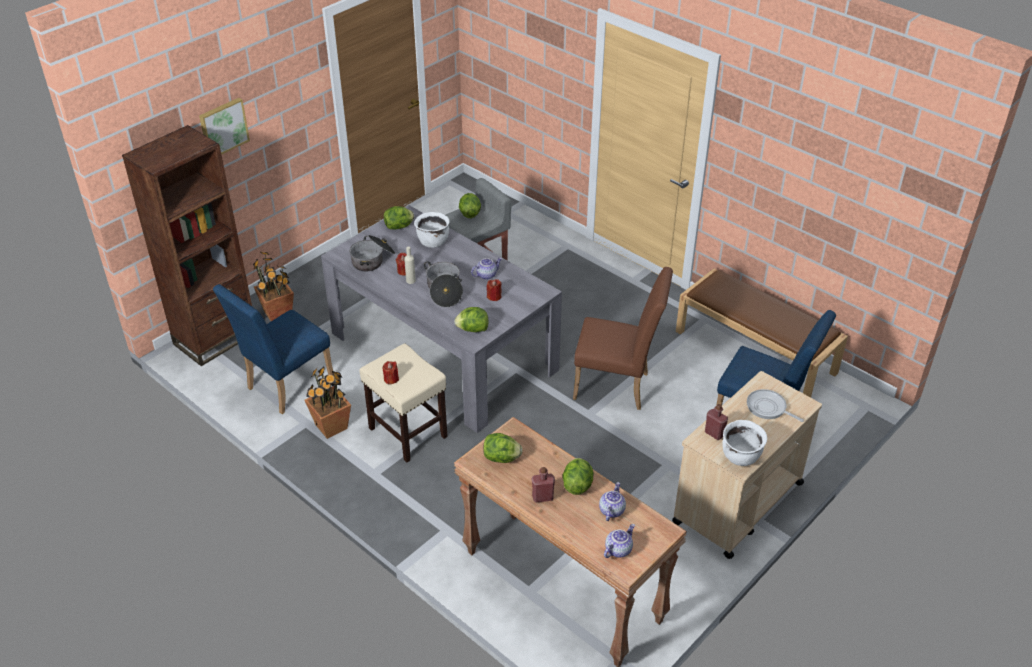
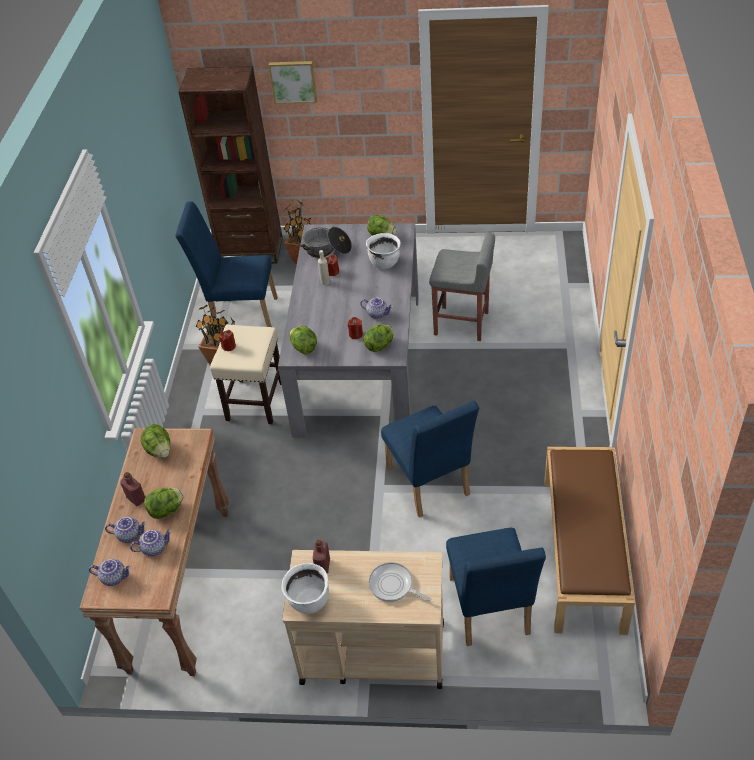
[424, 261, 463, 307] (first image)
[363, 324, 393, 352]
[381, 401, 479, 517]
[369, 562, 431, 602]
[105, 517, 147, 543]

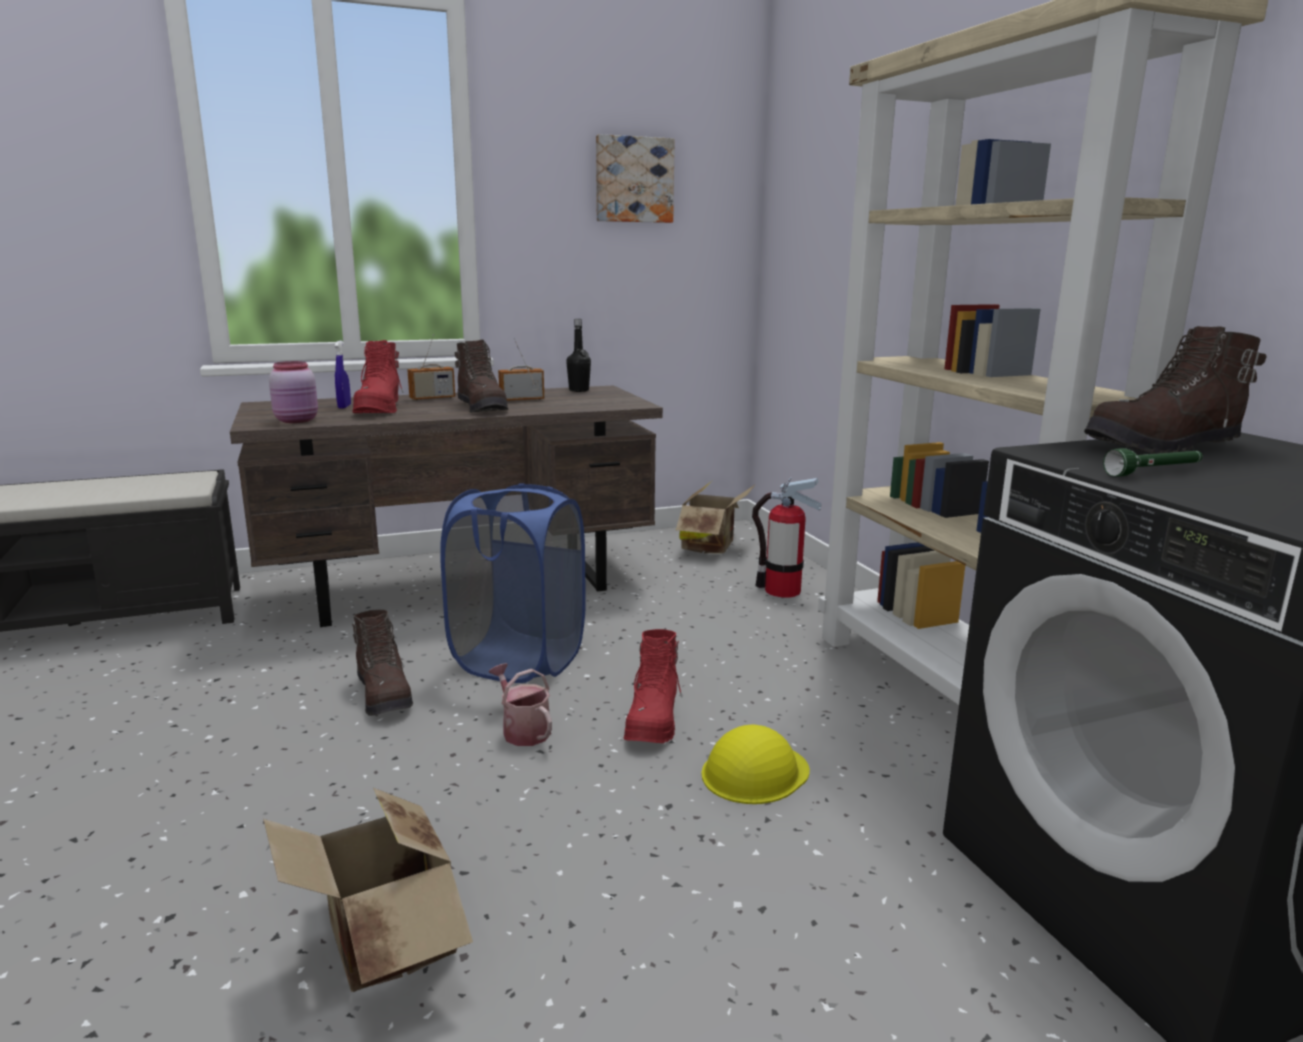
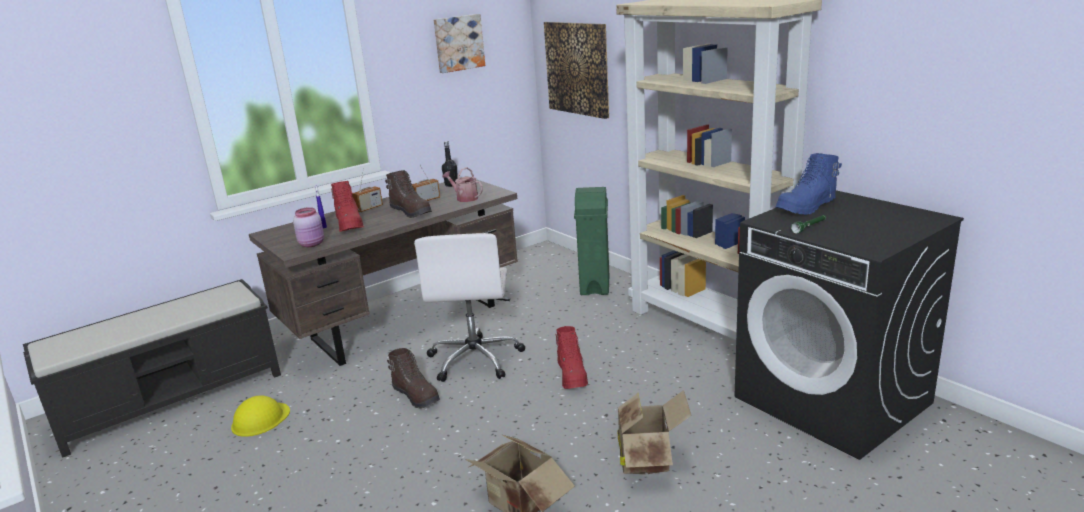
[414, 233, 525, 382]
[442, 167, 483, 202]
[618, 390, 691, 474]
[231, 395, 290, 437]
[574, 187, 609, 295]
[776, 153, 842, 215]
[544, 22, 609, 119]

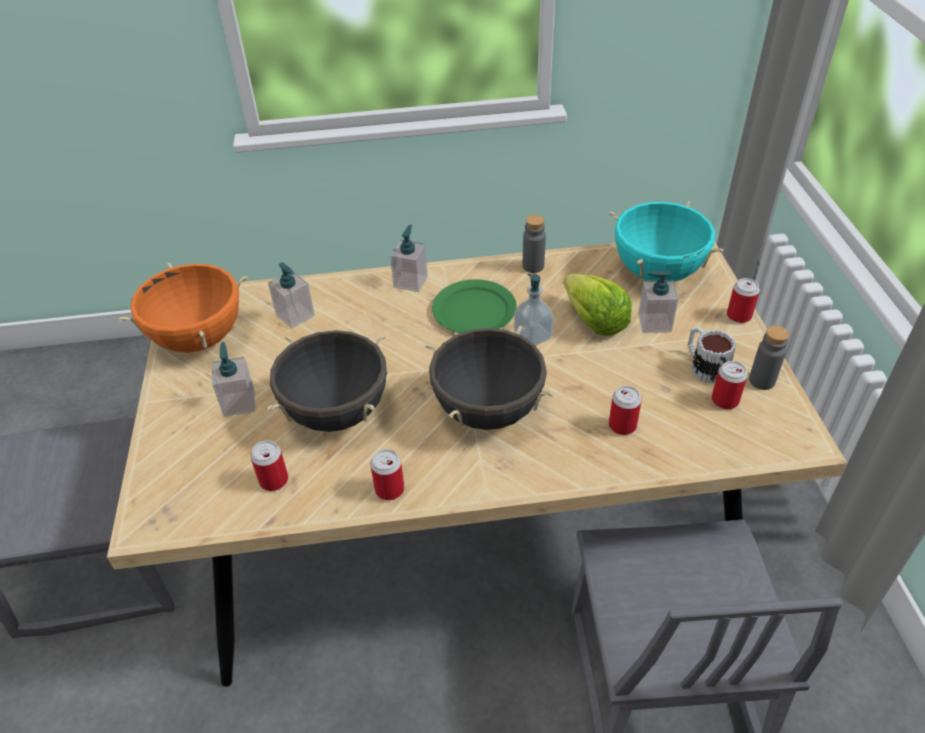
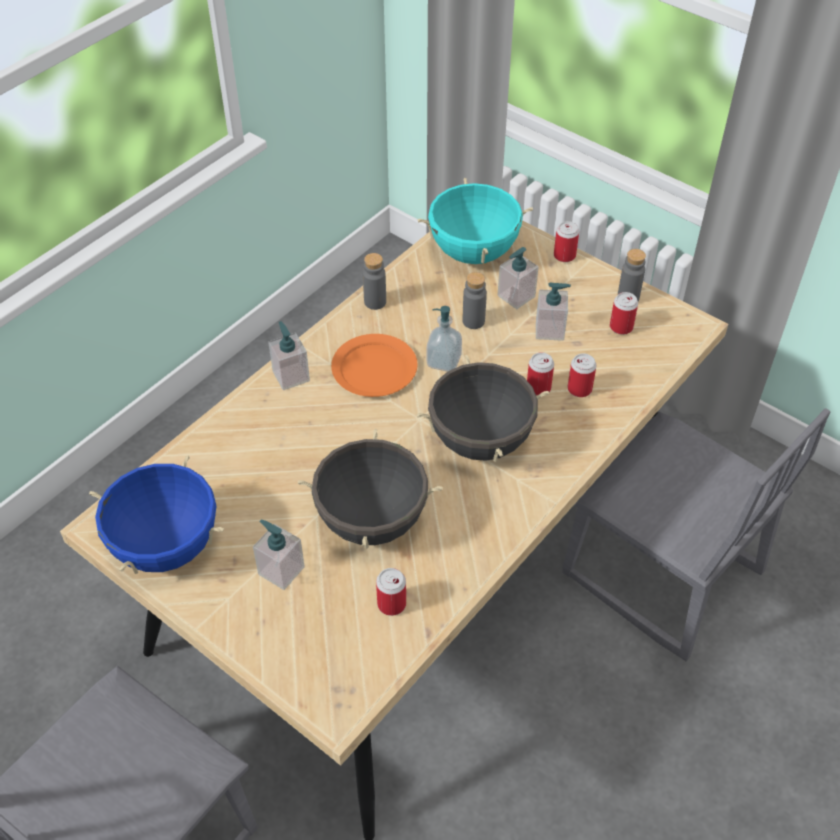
[89, 455, 224, 574]
[536, 282, 571, 341]
[527, 352, 554, 396]
[331, 334, 417, 397]
[462, 272, 487, 329]
[687, 327, 736, 384] (first image)

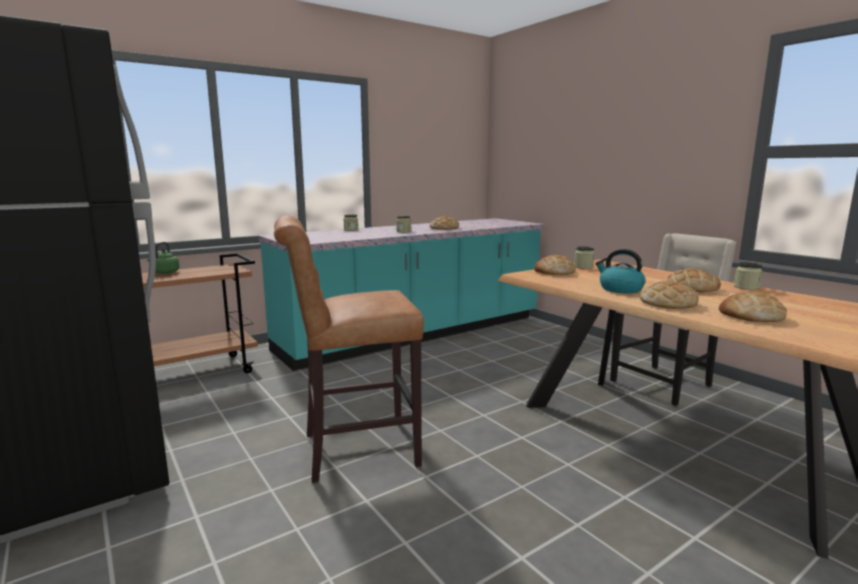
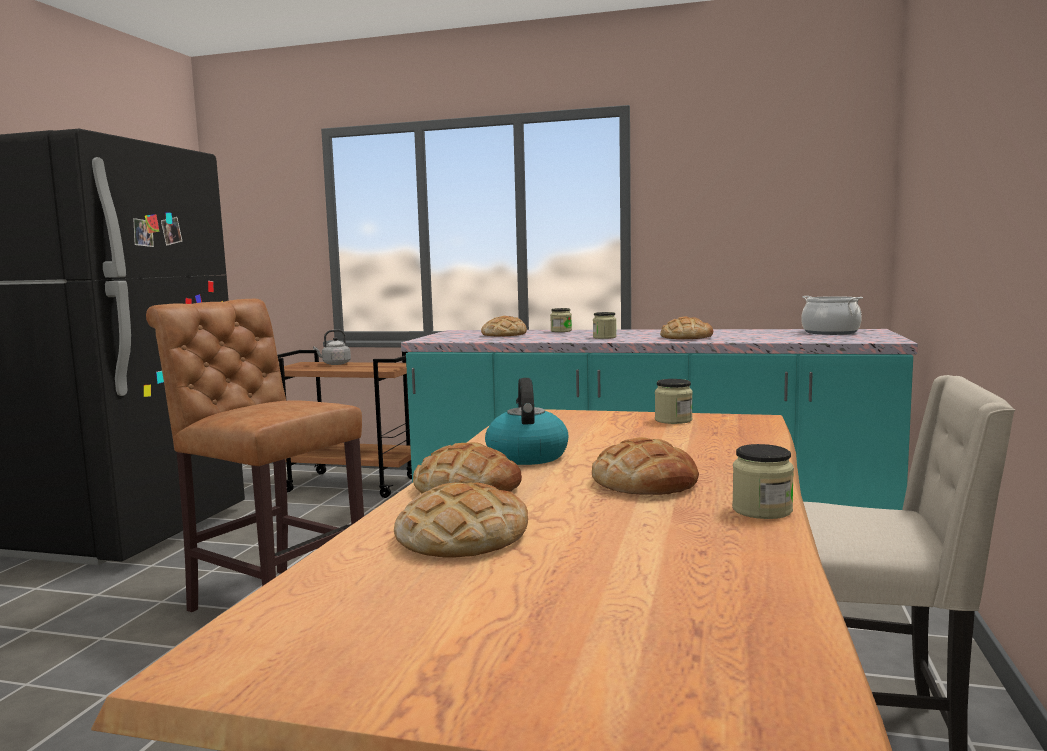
[313, 329, 351, 365]
[481, 316, 527, 337]
[801, 296, 863, 335]

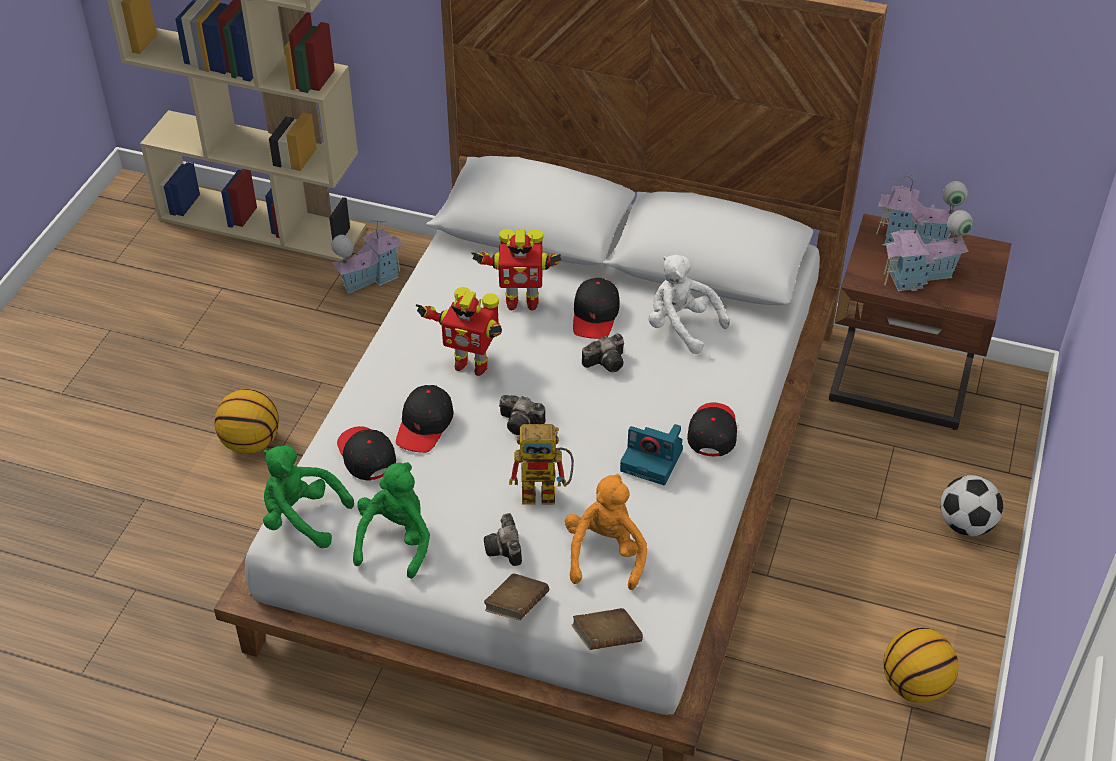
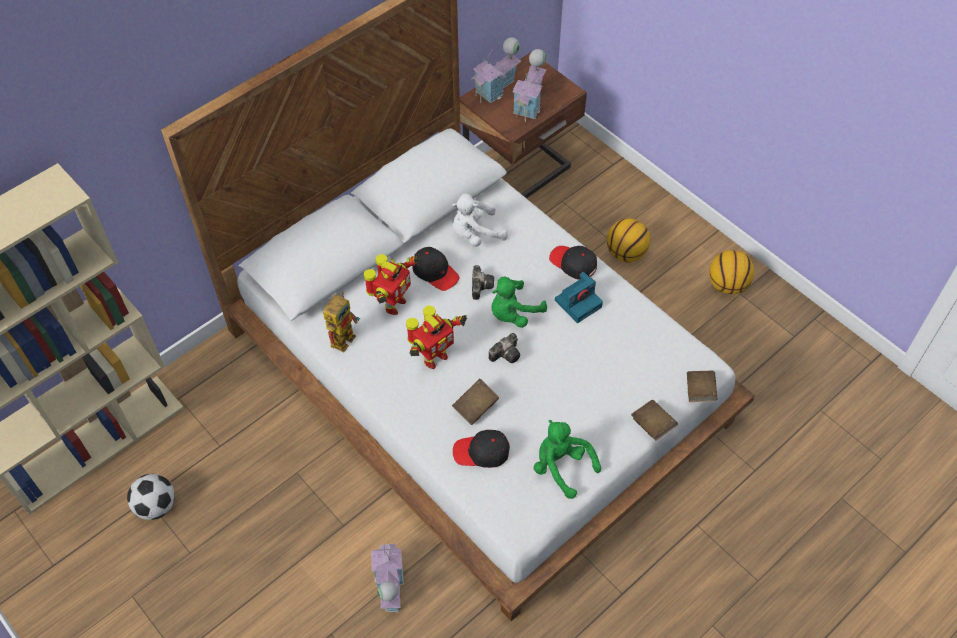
[607, 218, 650, 263]
[491, 276, 547, 328]
[371, 544, 404, 613]
[452, 378, 499, 425]
[484, 513, 522, 566] (first image)
[323, 292, 360, 352]
[565, 474, 647, 590] (first image)
[127, 474, 175, 520]

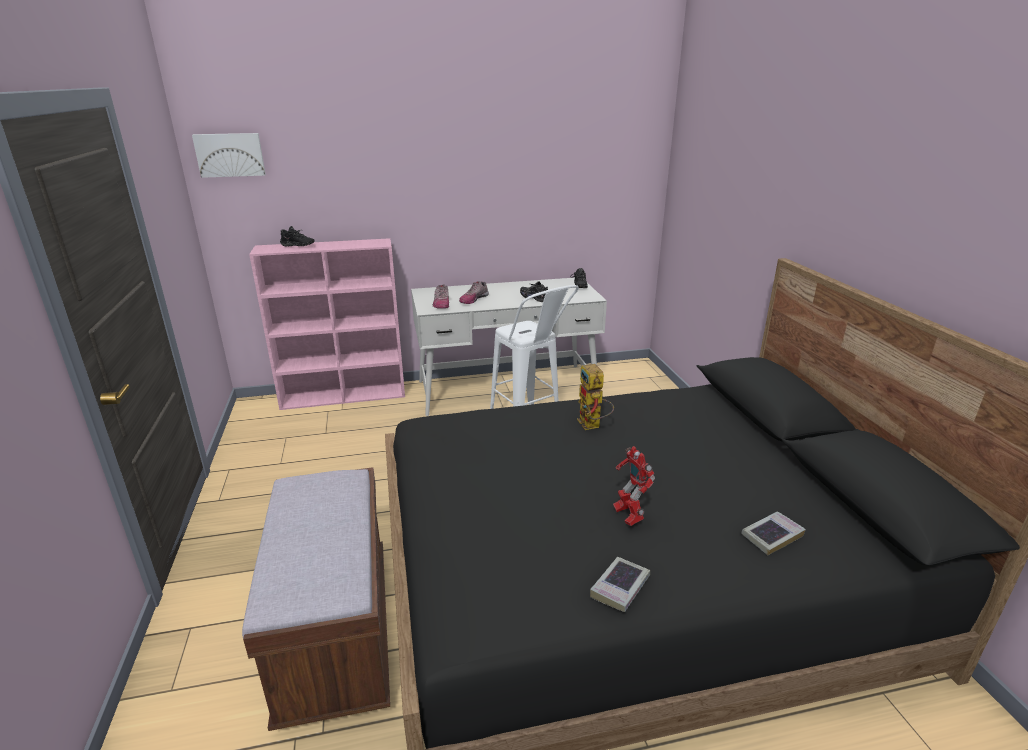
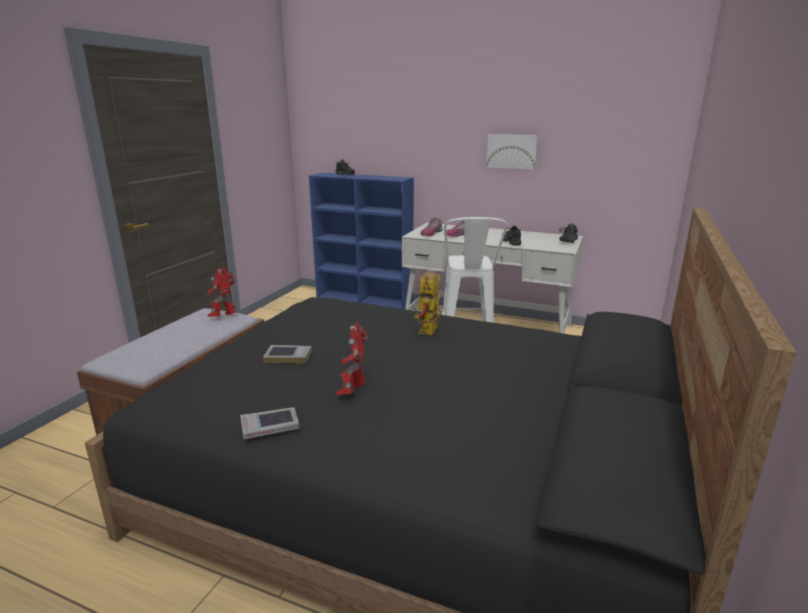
[486, 134, 538, 170]
[309, 173, 414, 309]
[263, 345, 312, 364]
[207, 268, 236, 317]

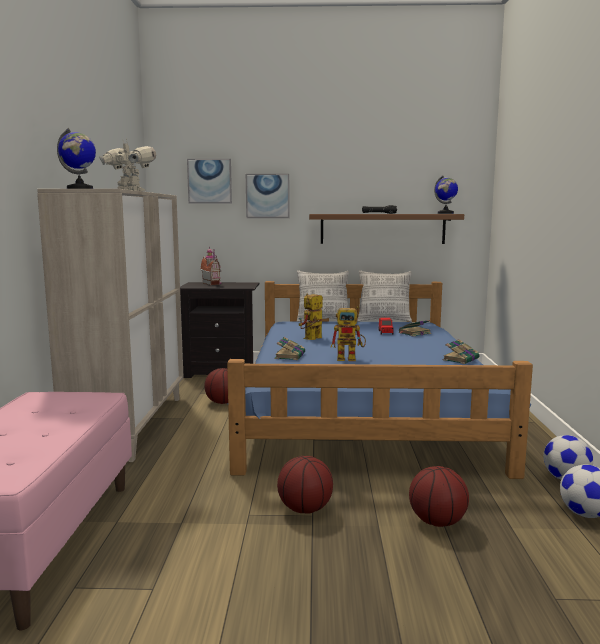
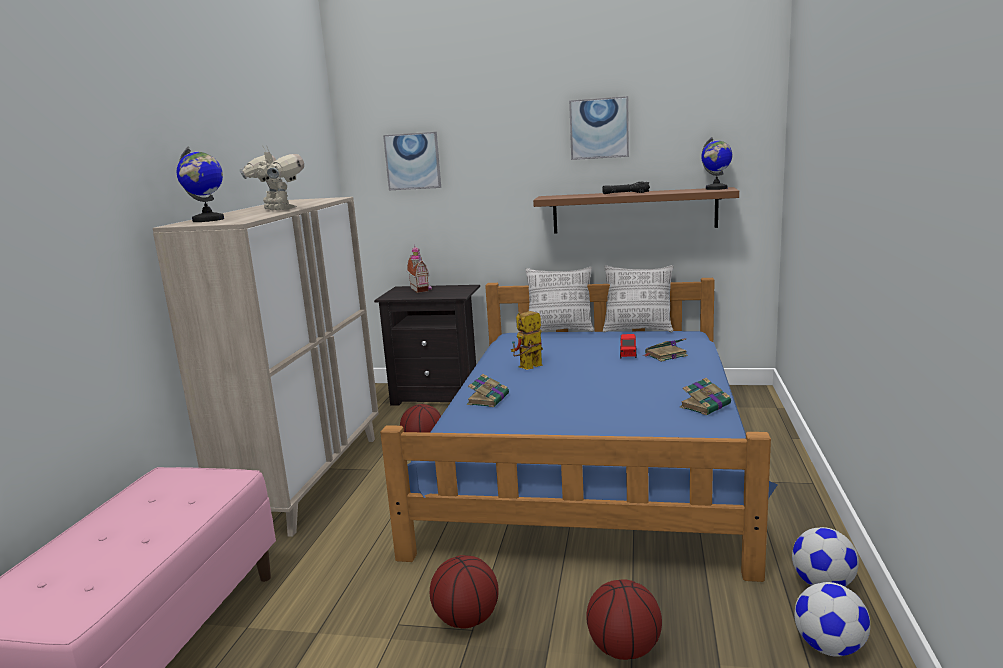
[569, 96, 629, 160]
[331, 306, 366, 361] (first image)

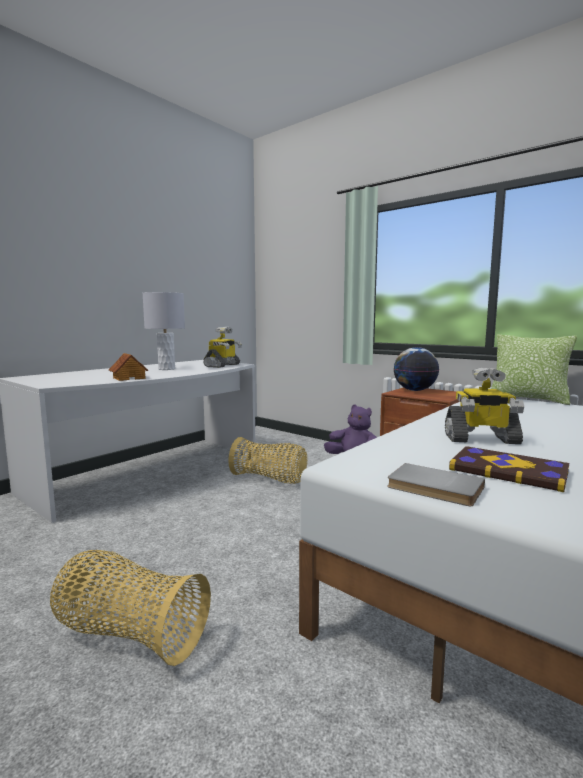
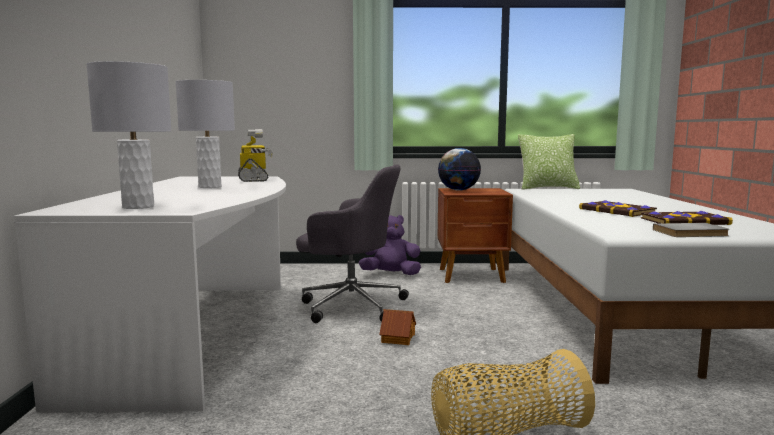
[379, 309, 416, 345]
[296, 164, 409, 323]
[579, 200, 657, 217]
[86, 61, 172, 209]

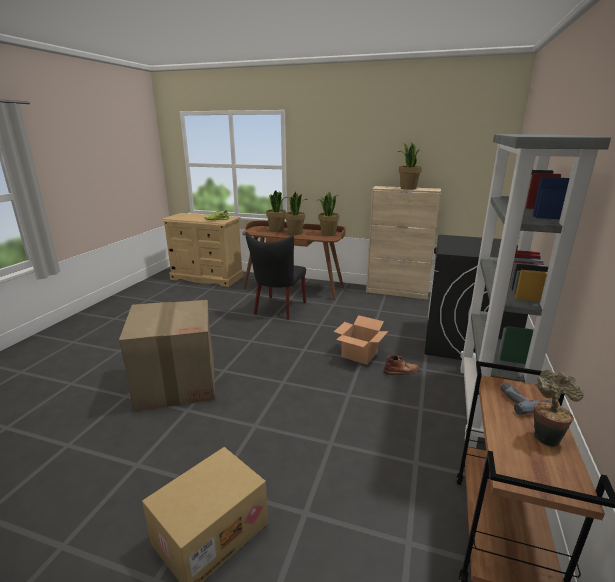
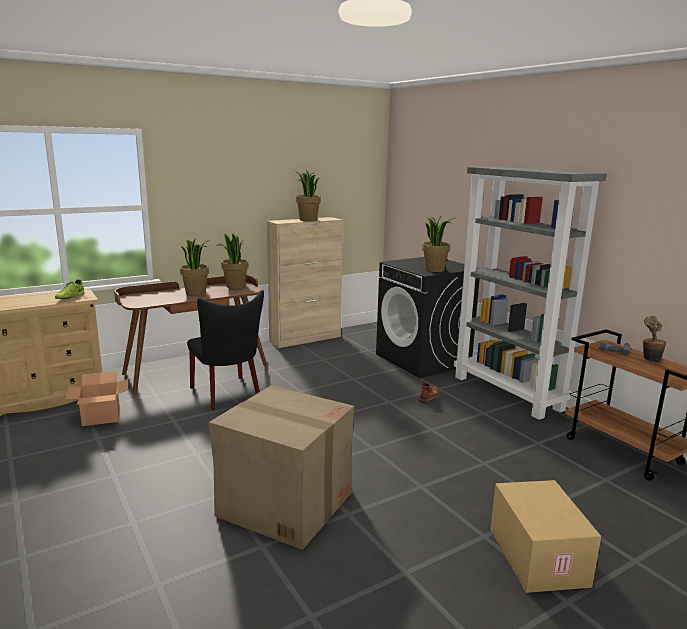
[422, 215, 456, 272]
[65, 371, 128, 426]

